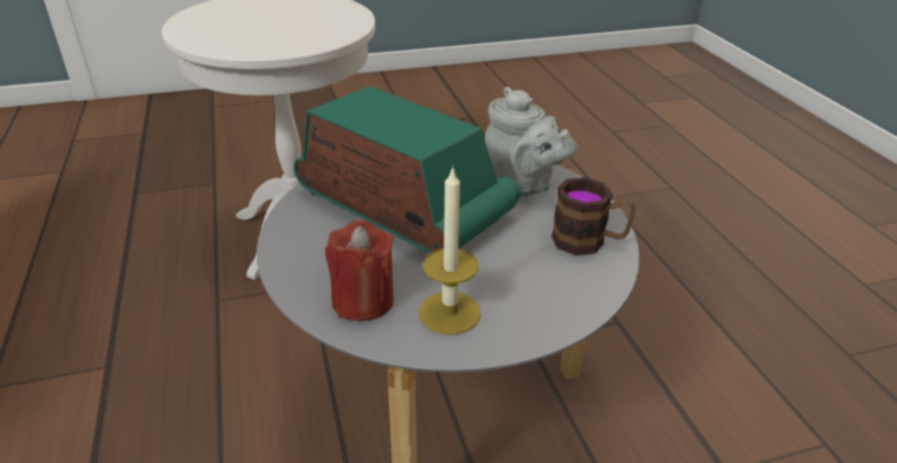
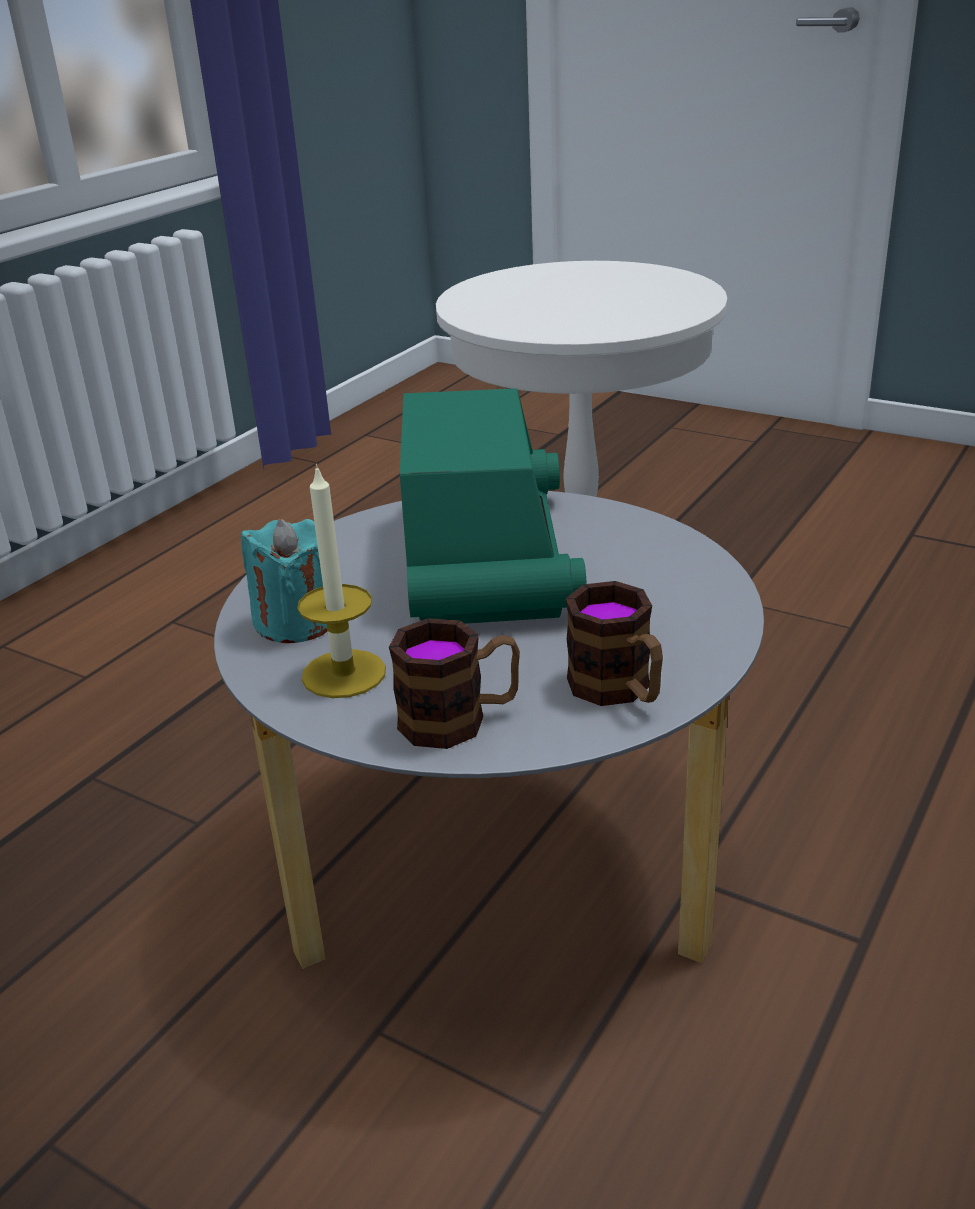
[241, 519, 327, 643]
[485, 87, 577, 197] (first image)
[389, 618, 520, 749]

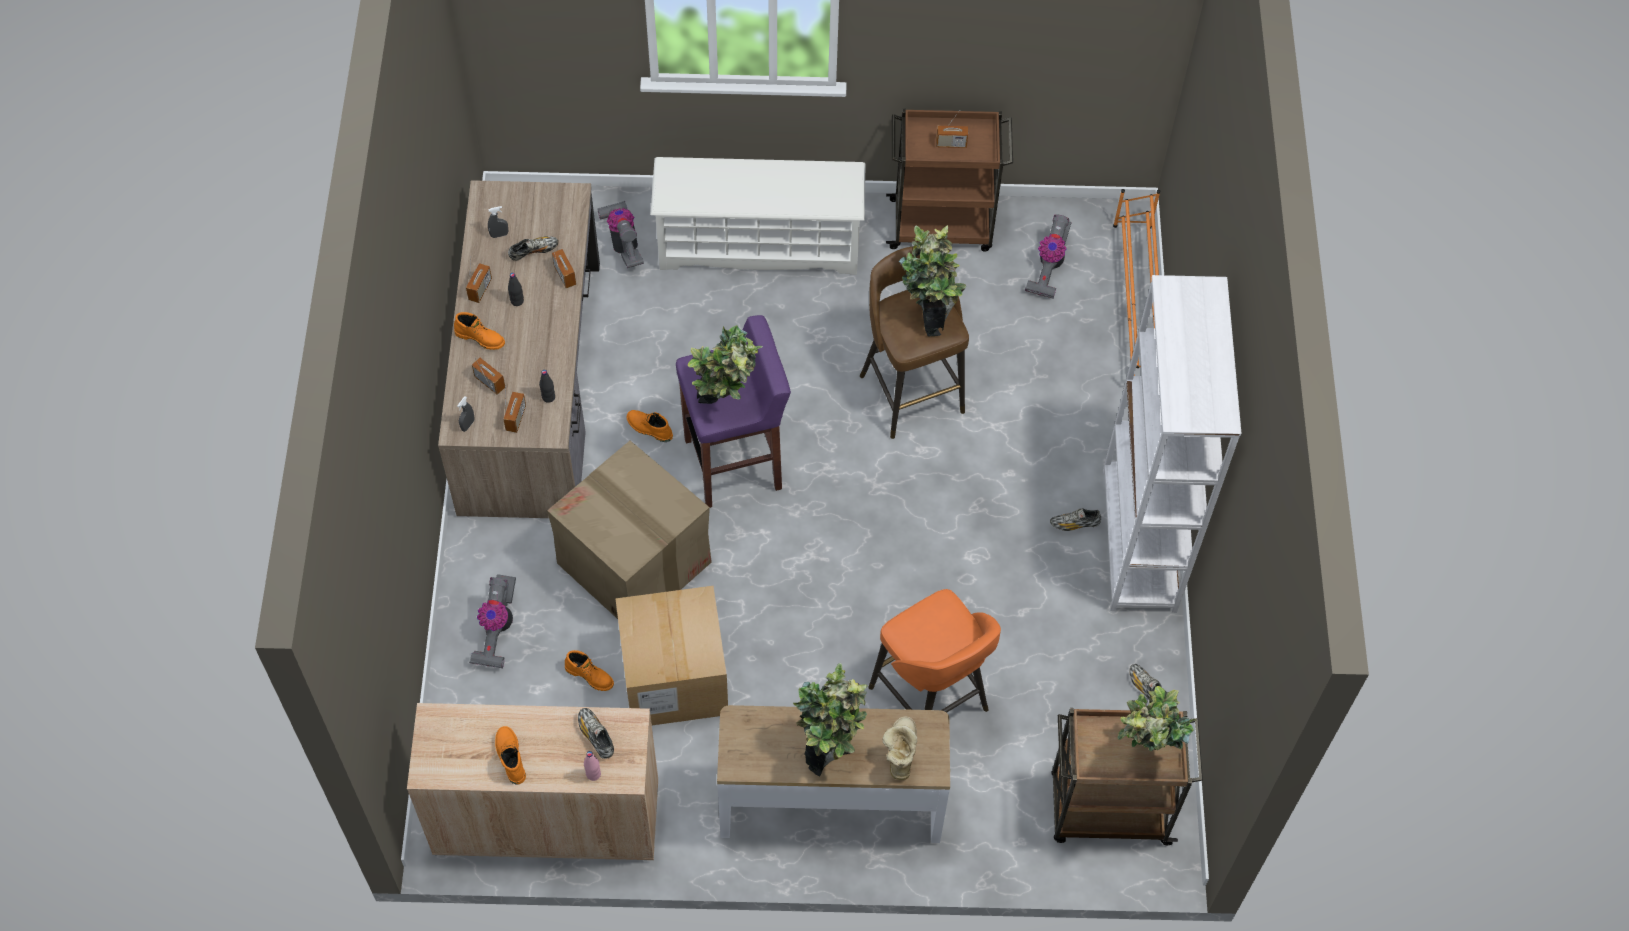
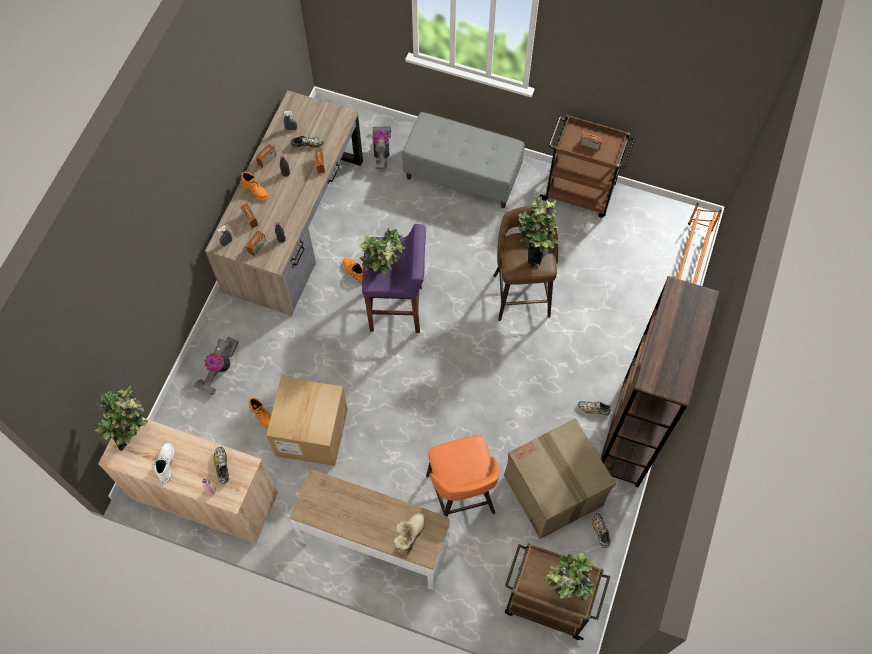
[154, 443, 174, 483]
[504, 419, 616, 539]
[402, 112, 525, 208]
[95, 386, 148, 451]
[1025, 214, 1072, 299] (first image)
[600, 276, 719, 487]

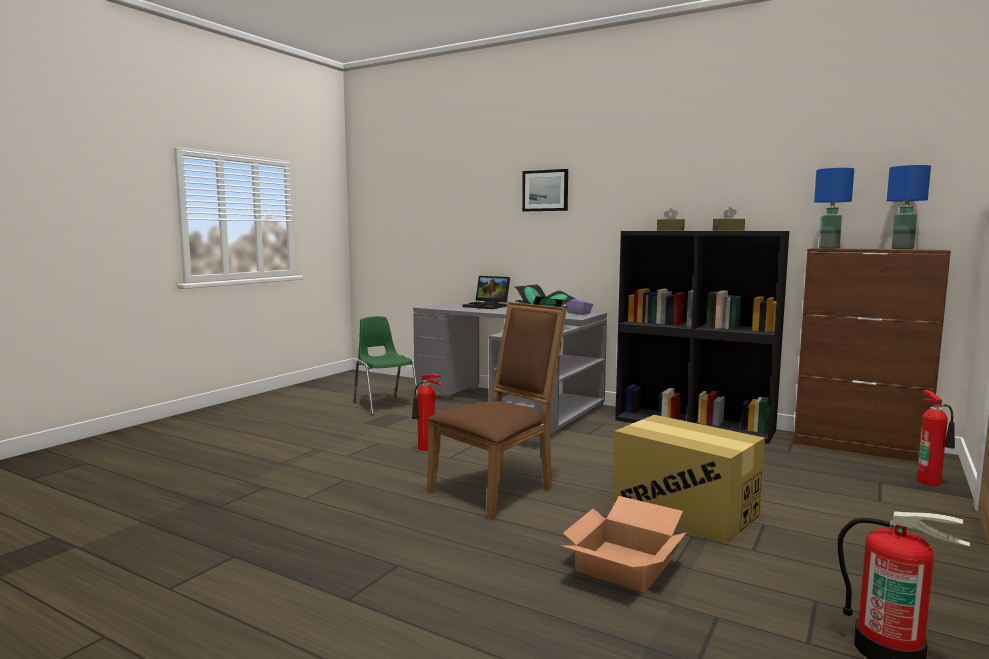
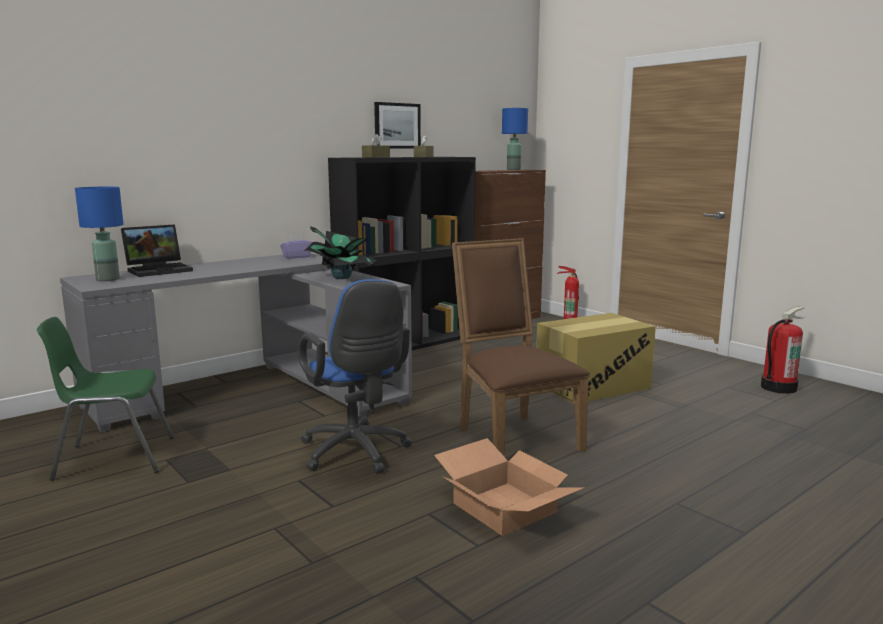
[299, 279, 412, 474]
[374, 102, 421, 149]
[434, 438, 583, 536]
[75, 187, 124, 281]

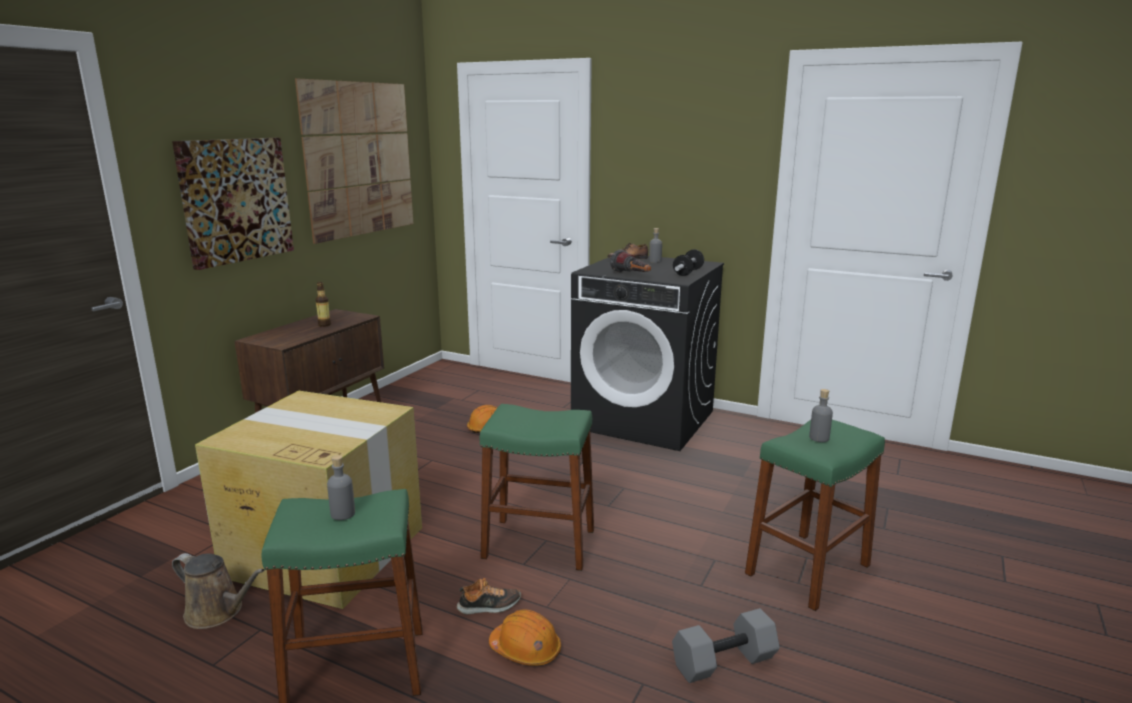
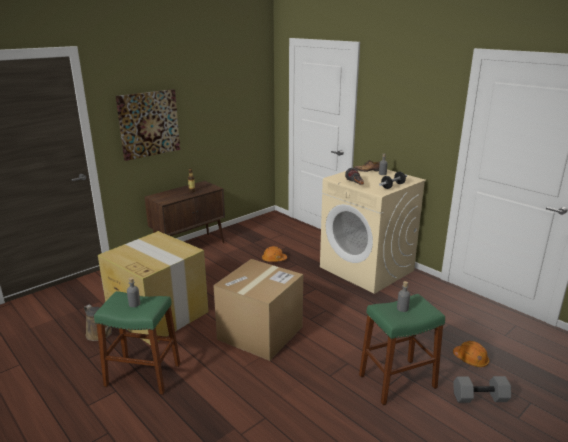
[295, 78, 413, 244] (first image)
[457, 578, 521, 615] (first image)
[213, 259, 303, 361]
[453, 341, 489, 367]
[320, 170, 426, 294]
[453, 376, 511, 403]

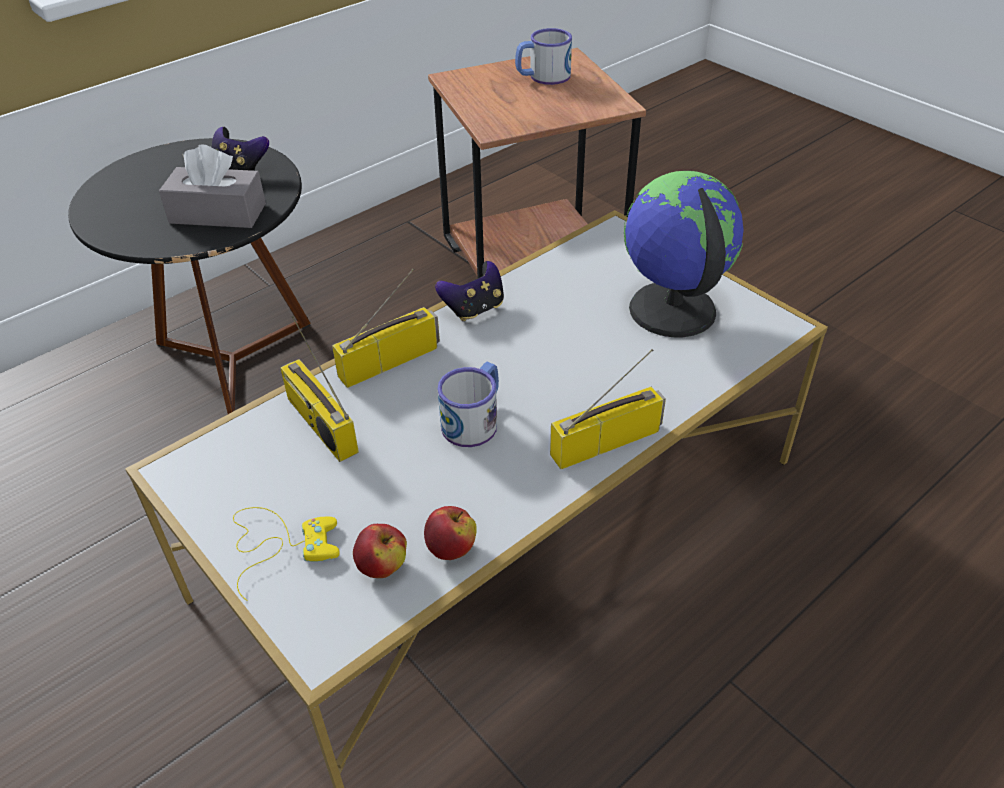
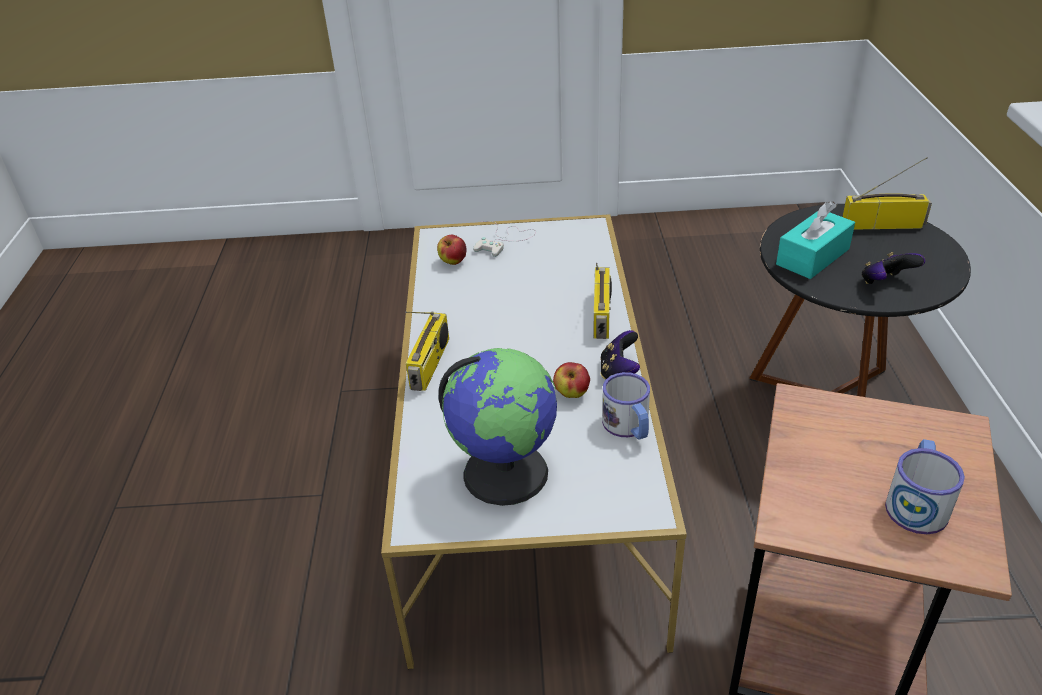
[776, 201, 855, 279]
[473, 221, 536, 257]
[842, 157, 932, 230]
[553, 362, 590, 398]
[602, 372, 650, 440]

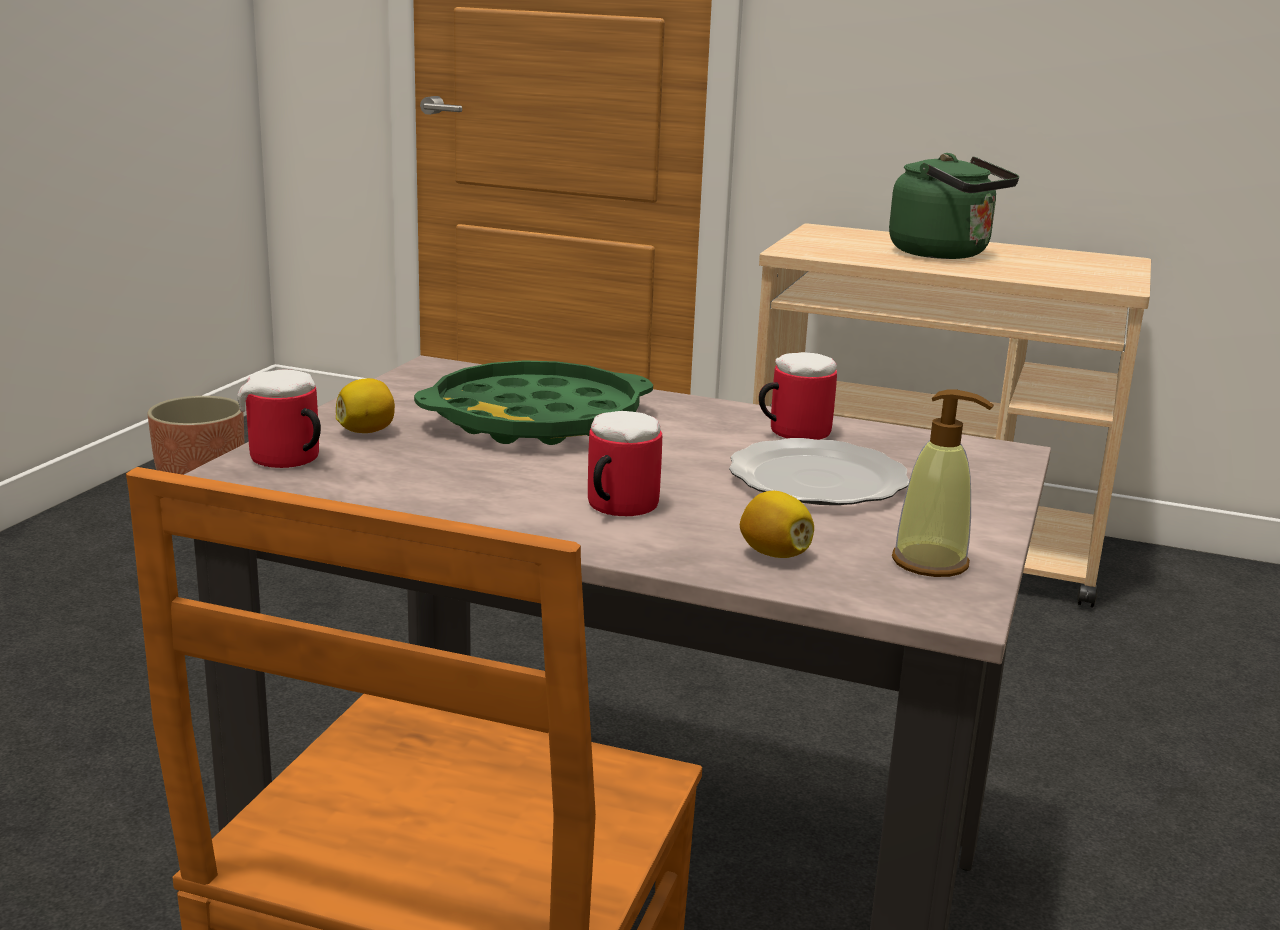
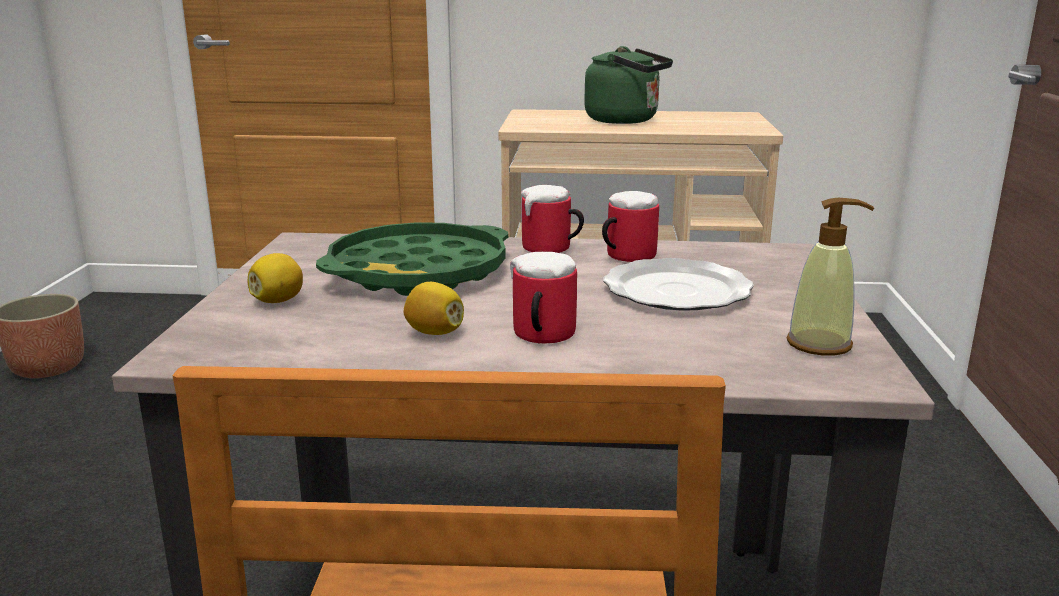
[521, 185, 584, 253]
[404, 282, 464, 335]

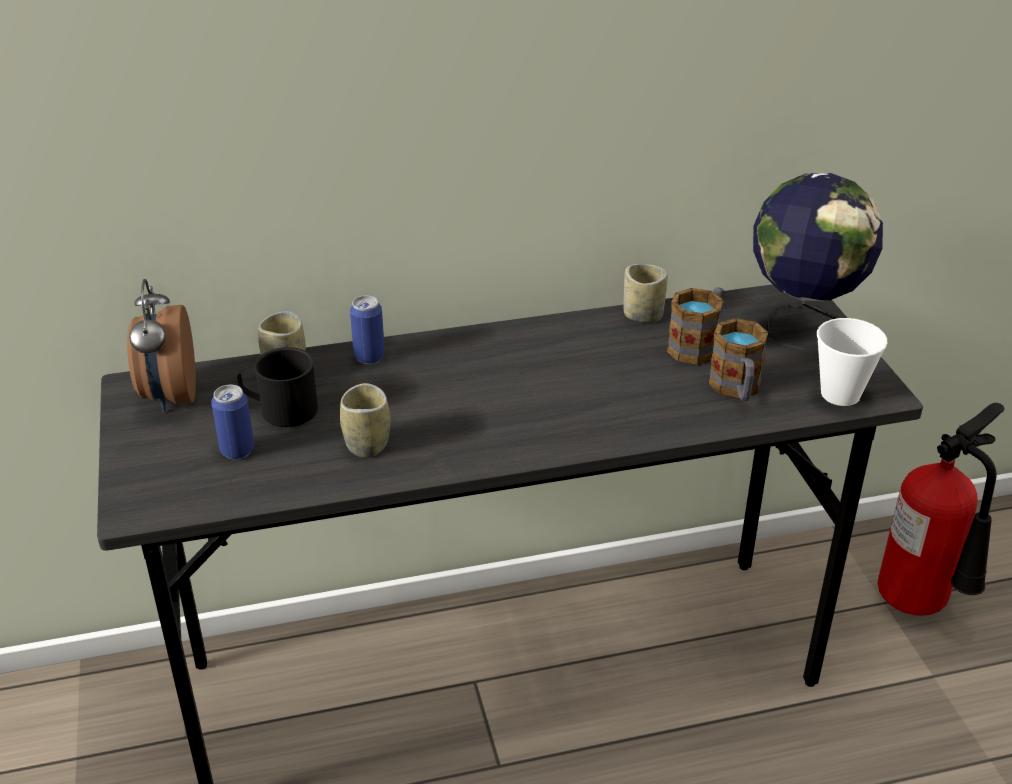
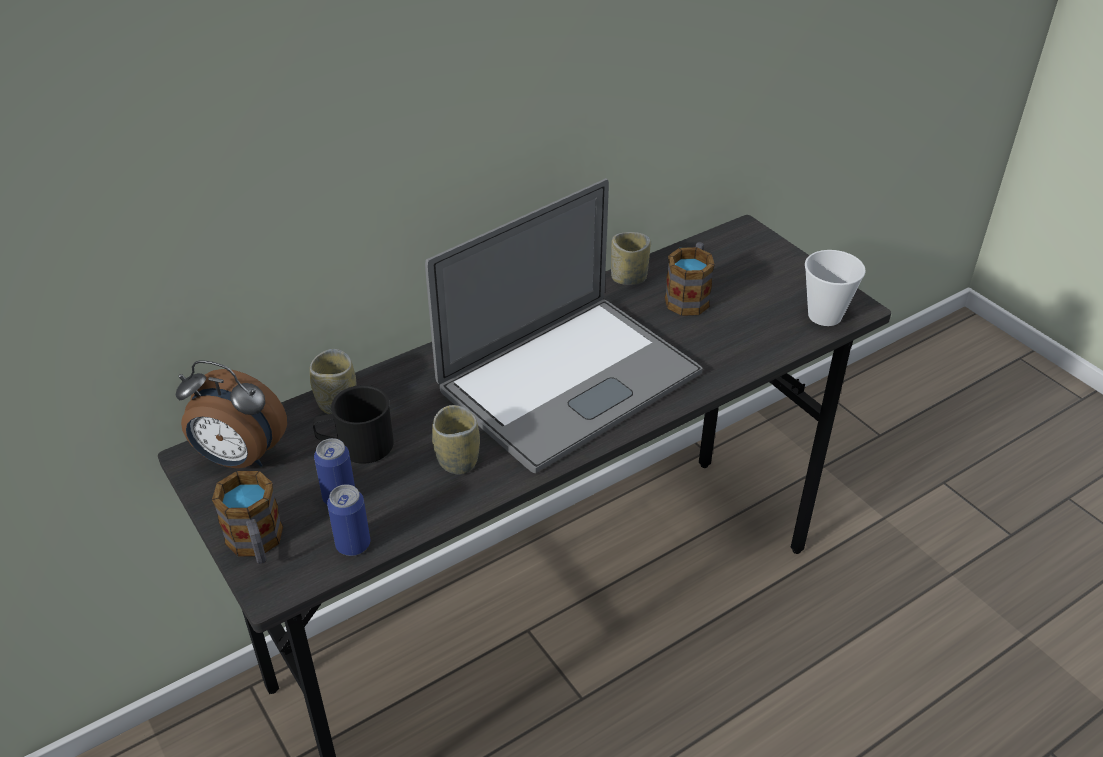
[176, 360, 287, 468]
[327, 484, 370, 556]
[212, 471, 283, 564]
[753, 173, 883, 350] (first image)
[878, 403, 1004, 616] (first image)
[425, 178, 703, 473]

